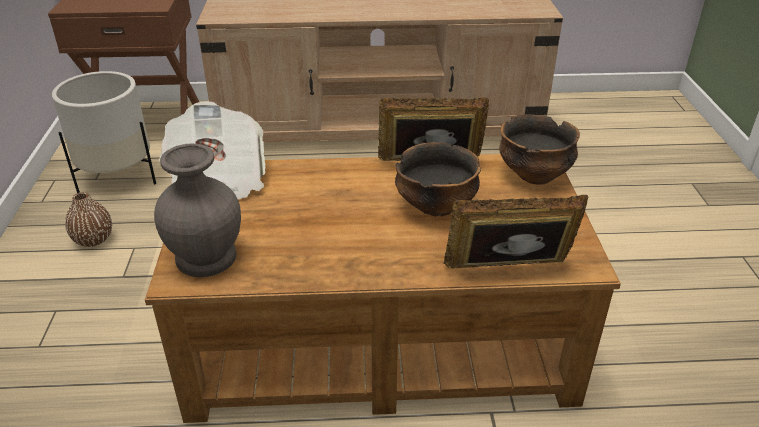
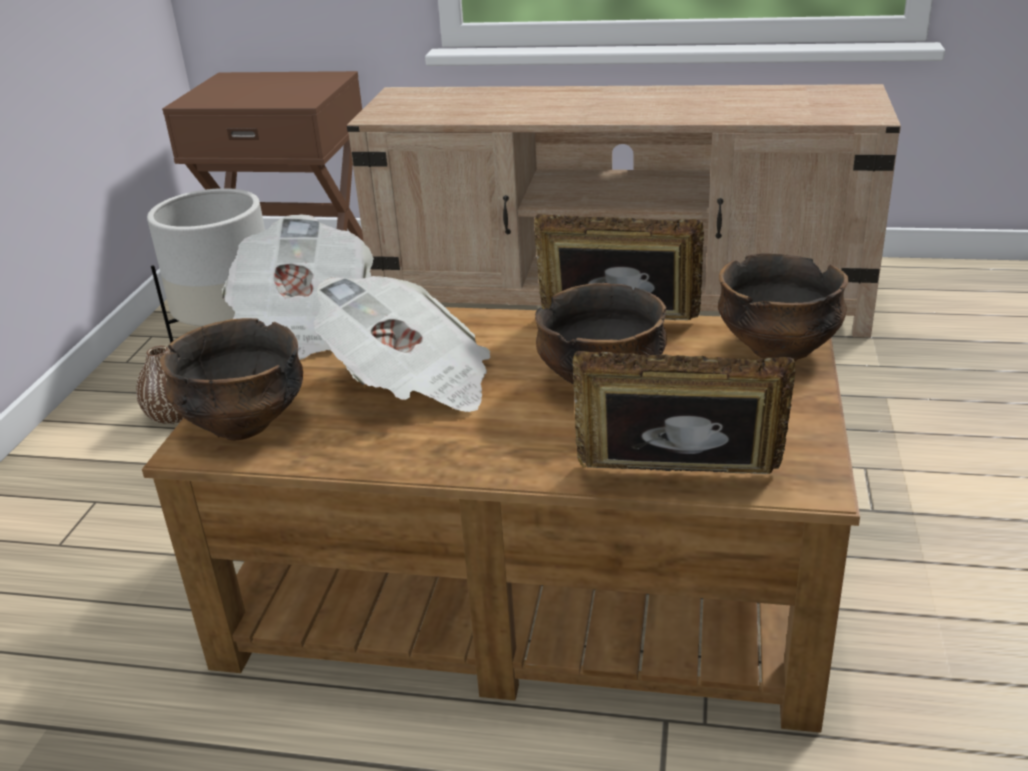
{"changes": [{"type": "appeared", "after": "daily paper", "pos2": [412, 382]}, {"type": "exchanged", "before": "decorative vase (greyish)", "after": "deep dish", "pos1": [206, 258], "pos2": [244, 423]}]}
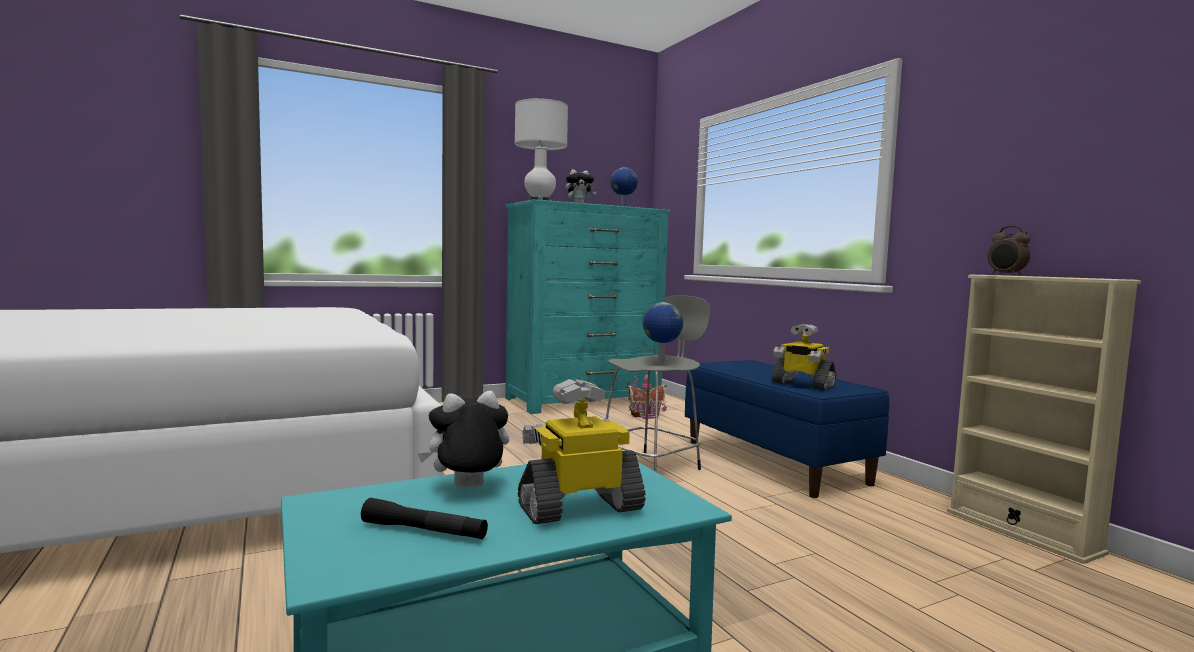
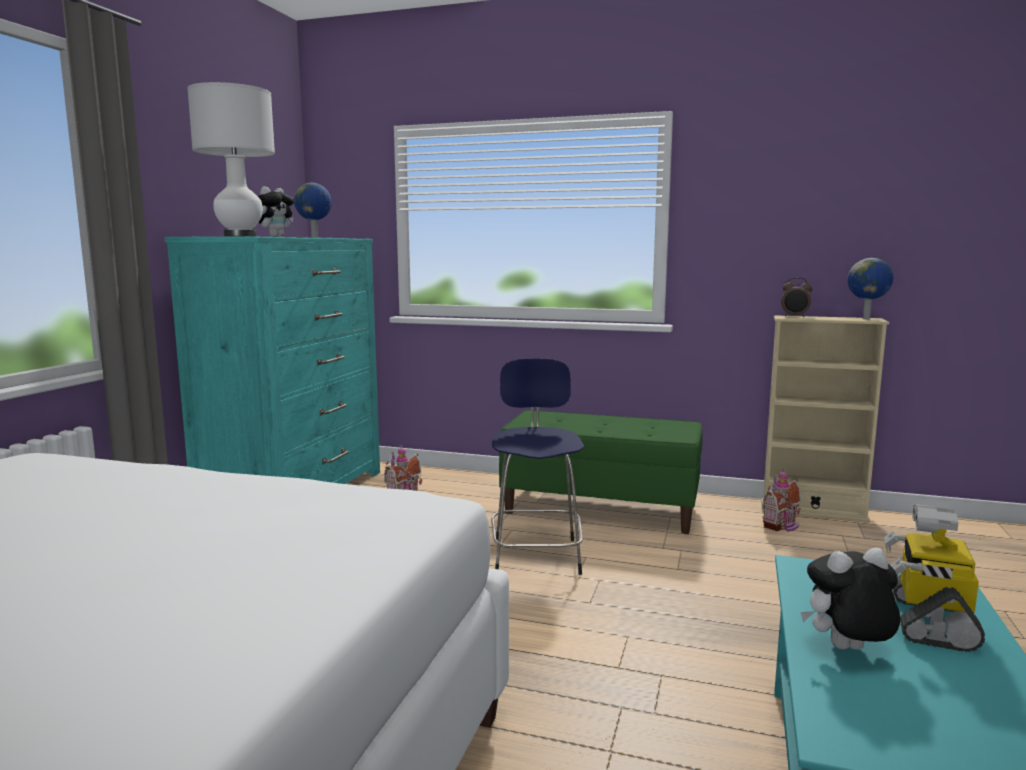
{"changes": [{"type": "missing", "before": "hand torch (blackish)", "pos1": [424, 531]}, {"type": "missing", "before": "model robot", "pos1": [802, 384]}, {"type": "appeared", "after": "toy house", "pos2": [783, 526]}, {"type": "relocated", "before": "world globe", "pos1": [661, 361], "pos2": [867, 318]}, {"type": "colour", "before": "stool seat (greyish)", "after": "stool seat (blue-coloured)", "pos1": [652, 467], "pos2": [536, 554]}, {"type": "colour", "before": "indoor bench (blue-coloured)", "after": "indoor bench (greenish)", "pos1": [775, 461], "pos2": [601, 509]}, {"type": "spun", "before": "plush toy", "pos1": [467, 489], "pos2": [847, 651], "turn": 60}]}
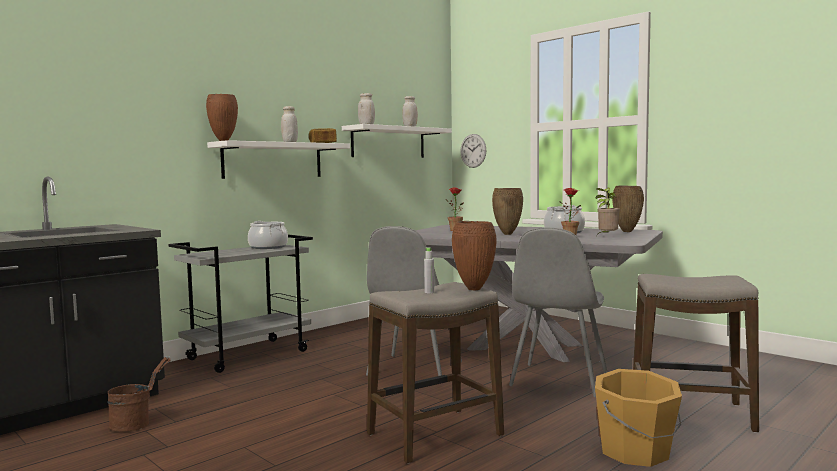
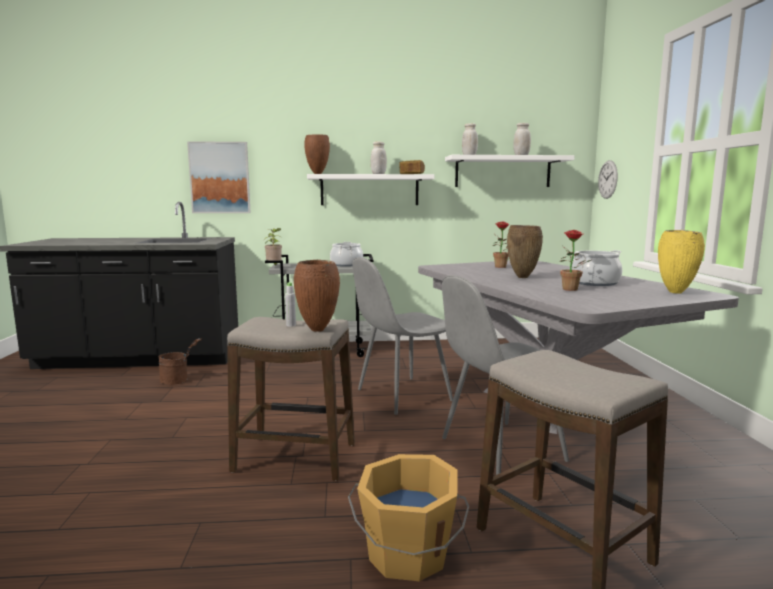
{"changes": [{"type": "appeared", "after": "wall art", "pos2": [220, 178]}, {"type": "relocated", "before": "potted plant", "pos1": [607, 237], "pos2": [274, 267]}, {"type": "colour", "before": "decorative vase (brown)", "after": "decorative vase (yellow)", "pos1": [628, 231], "pos2": [676, 292]}]}
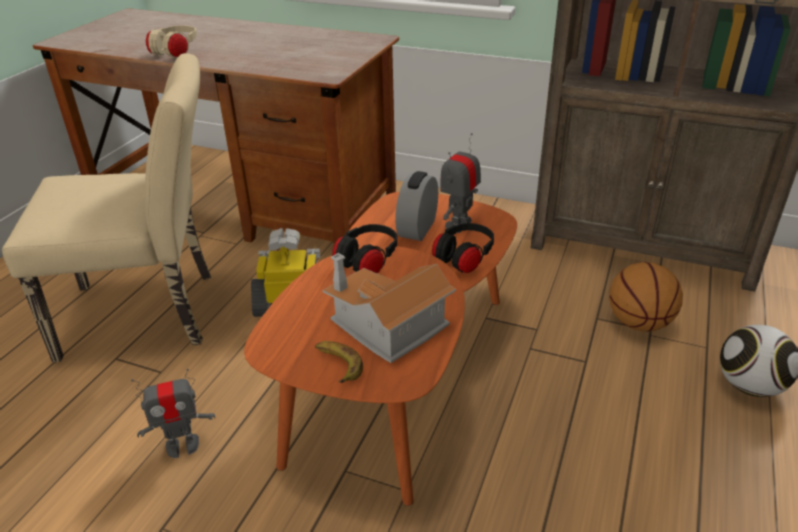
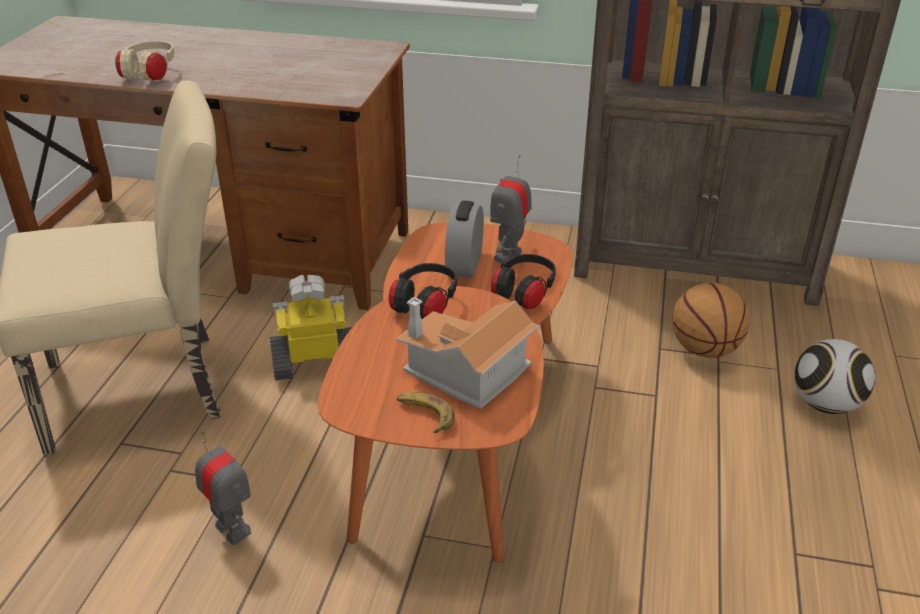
{"changes": [{"type": "spun", "before": "model robot", "pos1": [182, 445], "pos2": [232, 530], "turn": -105}]}
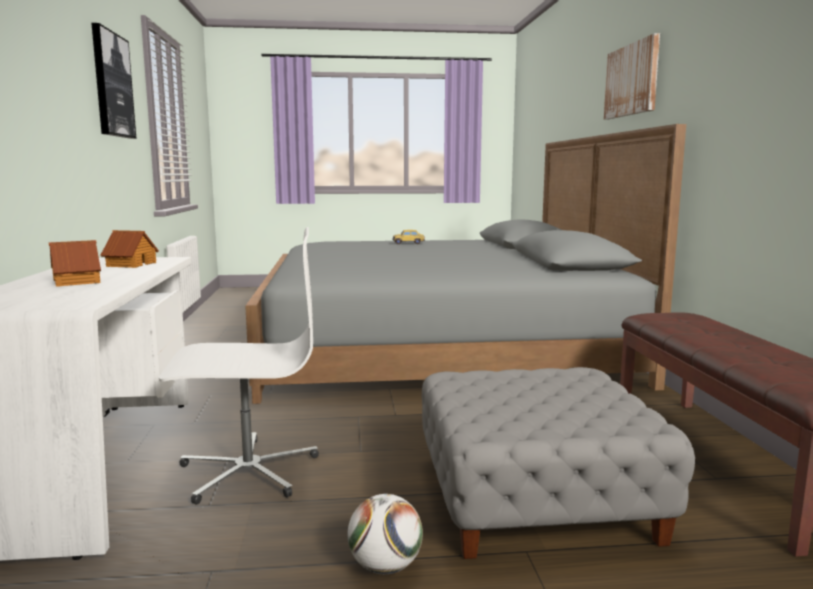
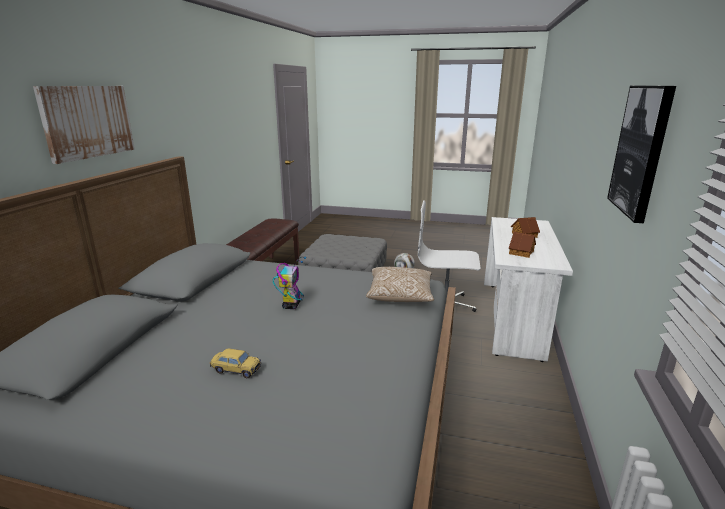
{"changes": [{"type": "appeared", "after": "model robot", "pos2": [291, 305]}, {"type": "appeared", "after": "pillow", "pos2": [400, 296]}]}
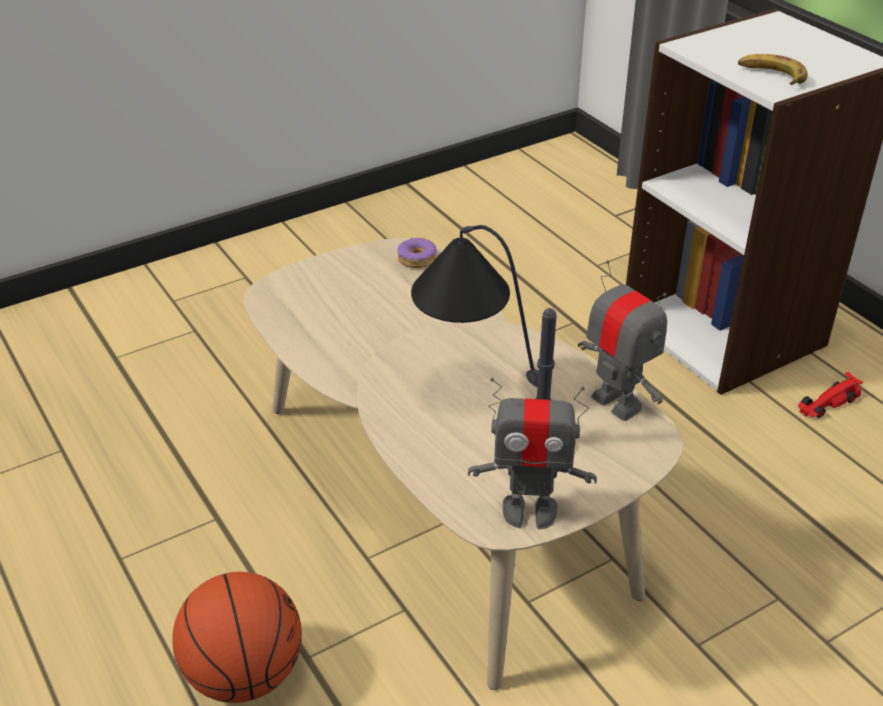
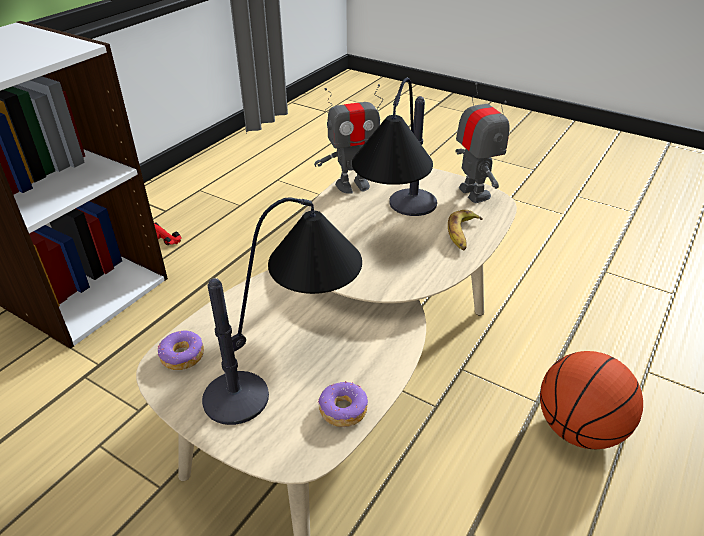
{"changes": [{"type": "appeared", "after": "lamp for a table", "pos2": [290, 364]}, {"type": "appeared", "after": "doughnut", "pos2": [342, 410]}, {"type": "relocated", "before": "banana fruit", "pos1": [771, 75], "pos2": [463, 235]}, {"type": "spun", "before": "model robot", "pos1": [616, 403], "pos2": [353, 185], "turn": -135}]}
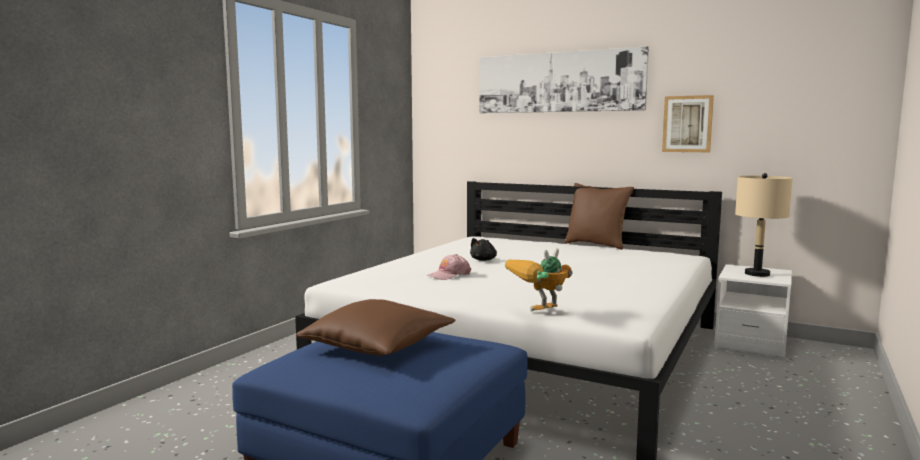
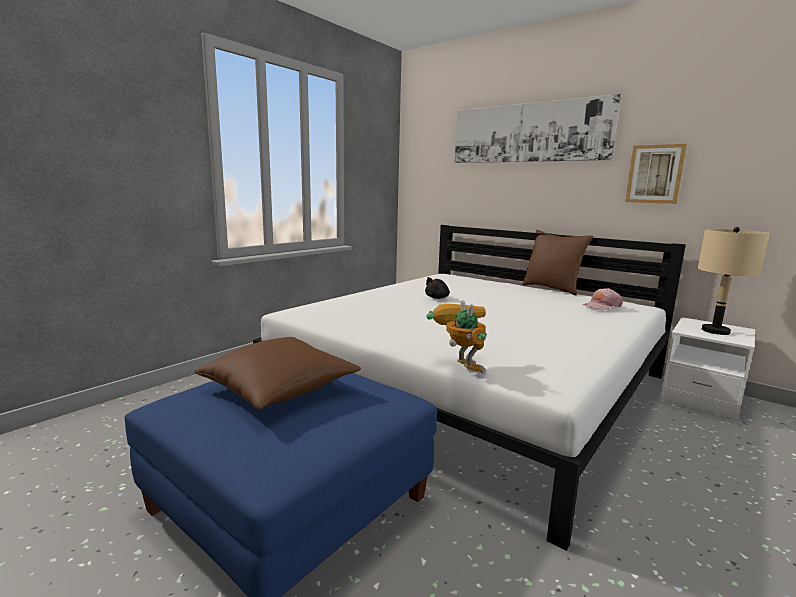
{"changes": [{"type": "relocated", "before": "cap (pink)", "pos1": [449, 275], "pos2": [601, 306]}, {"type": "spun", "before": "model robot", "pos1": [539, 314], "pos2": [459, 366], "turn": 90}]}
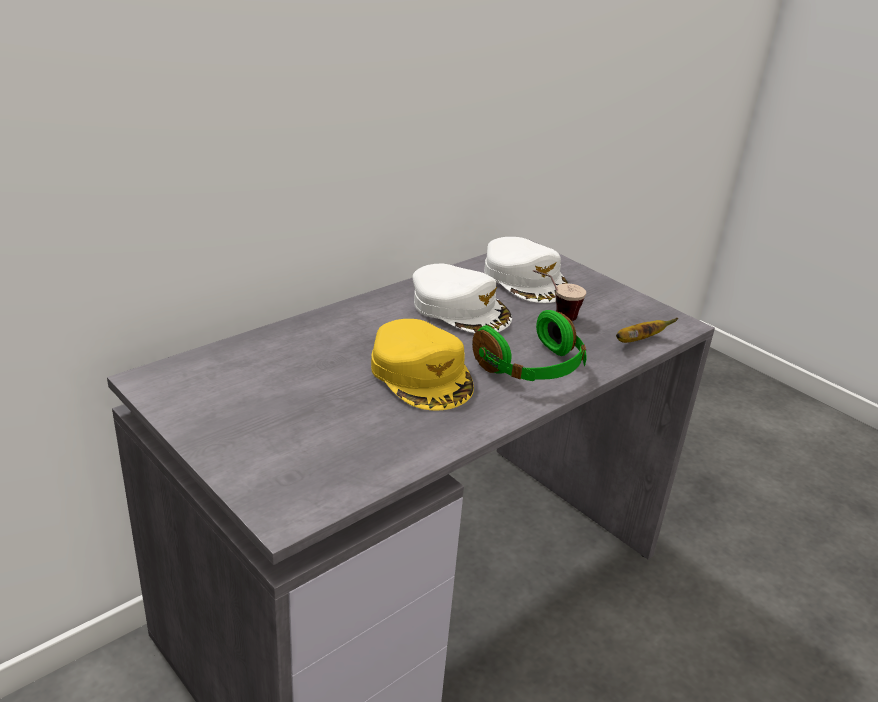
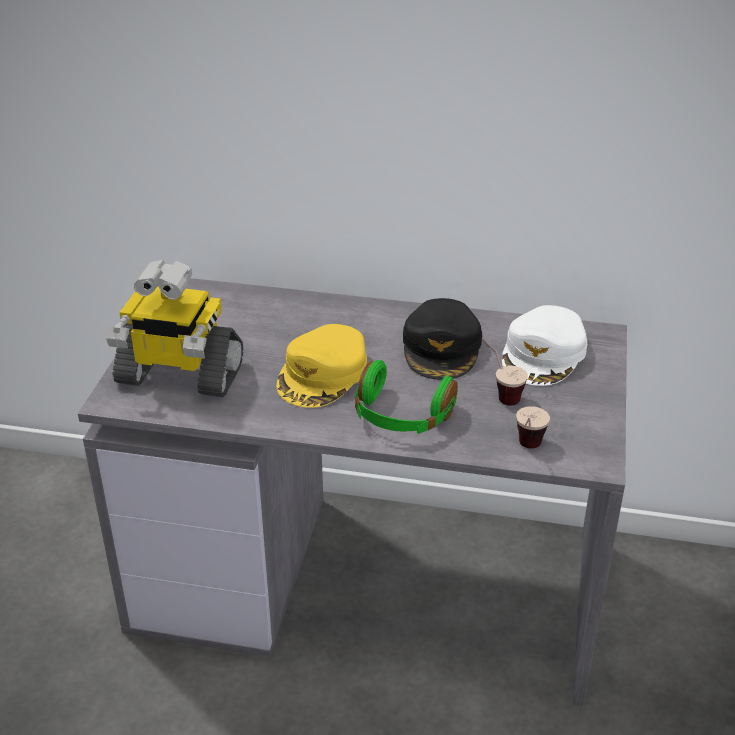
{"changes": [{"type": "appeared", "after": "model robot", "pos2": [178, 375]}, {"type": "exchanged", "before": "banana fruit", "after": "small cup", "pos1": [638, 340], "pos2": [527, 450]}, {"type": "colour", "before": "cap (whitish)", "after": "cap (blackish)", "pos1": [460, 308], "pos2": [442, 348]}]}
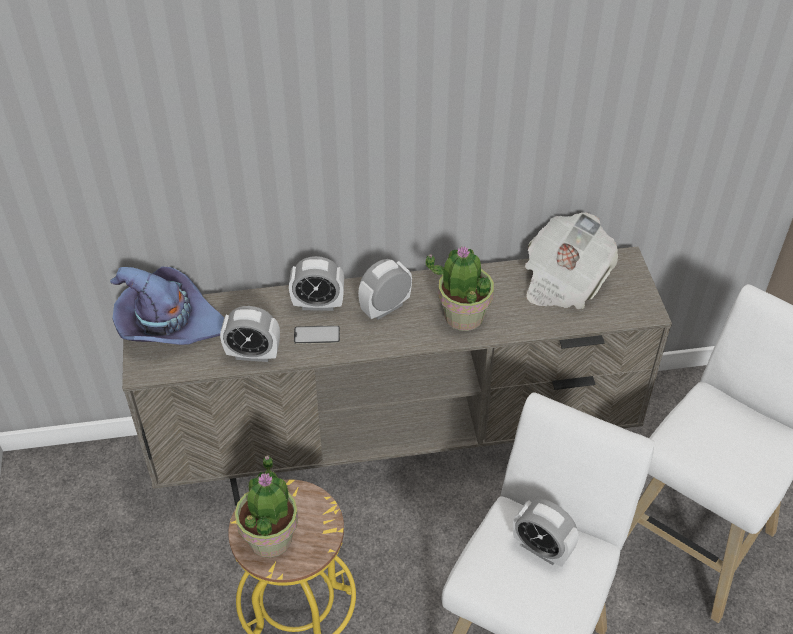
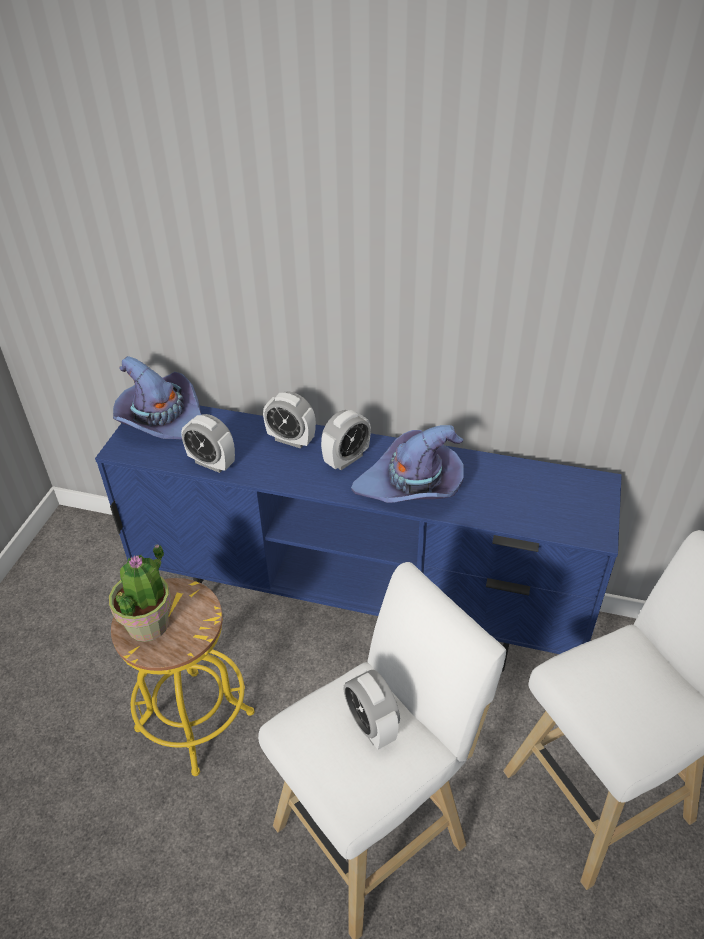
{"changes": [{"type": "missing", "before": "telephone", "pos1": [317, 335]}, {"type": "missing", "before": "daily paper", "pos1": [563, 280]}, {"type": "exchanged", "before": "potted plant", "after": "wearable hat (purple-coloured)", "pos1": [463, 315], "pos2": [412, 485]}, {"type": "colour", "before": "tv stand (sand-coloured)", "after": "tv stand (blue-coloured)", "pos1": [398, 448], "pos2": [358, 606]}, {"type": "spun", "before": "bedside clock", "pos1": [385, 308], "pos2": [346, 459], "turn": 150}]}
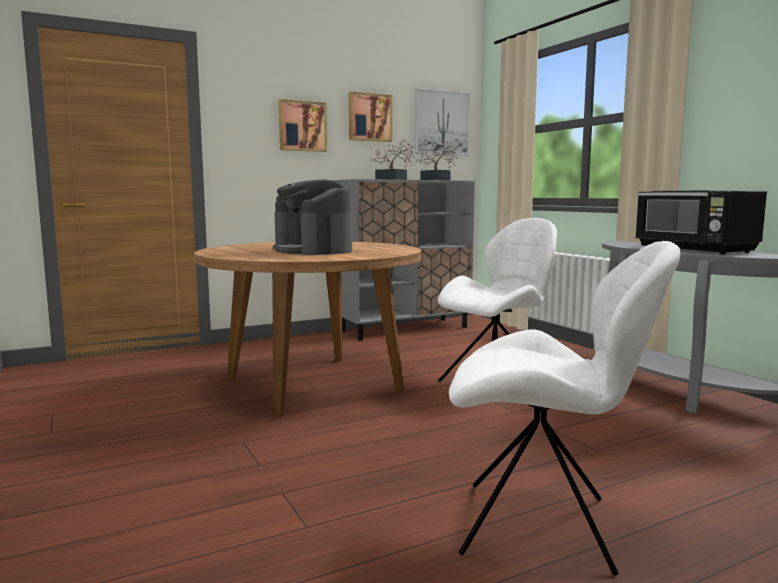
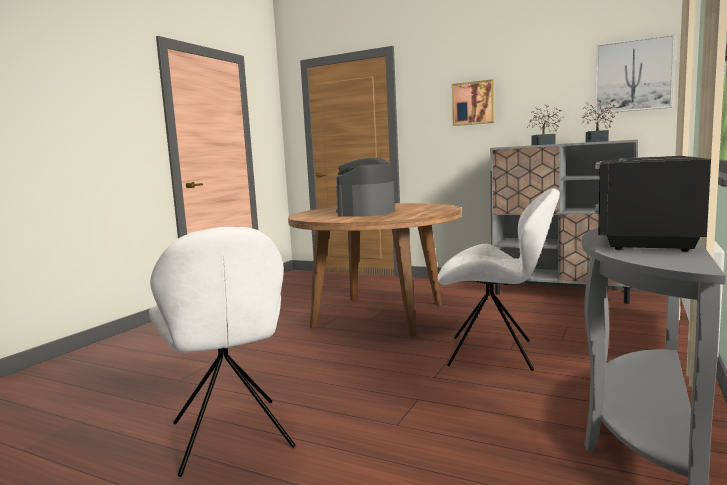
{"changes": [{"type": "missing", "before": "wall art", "pos1": [369, 117]}]}
